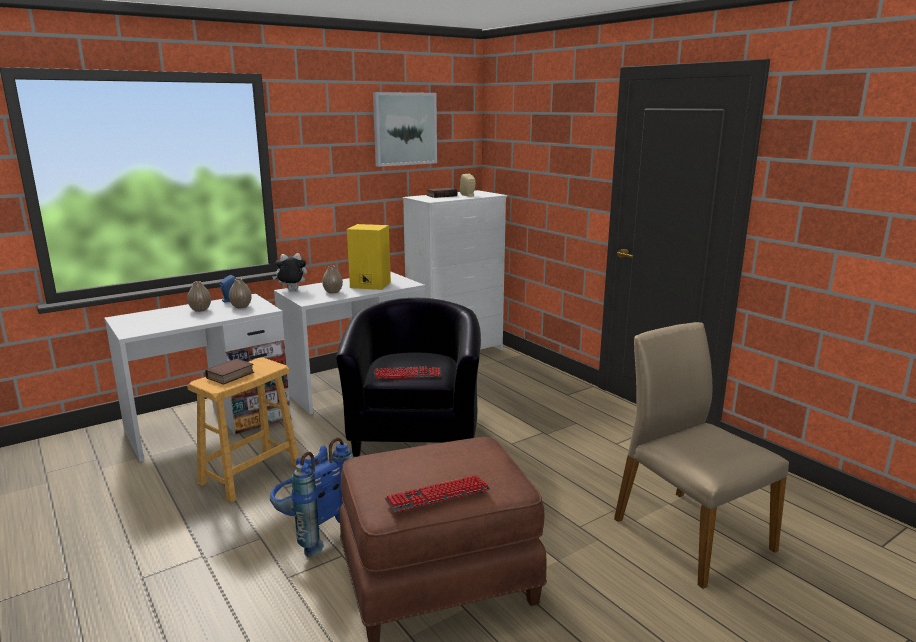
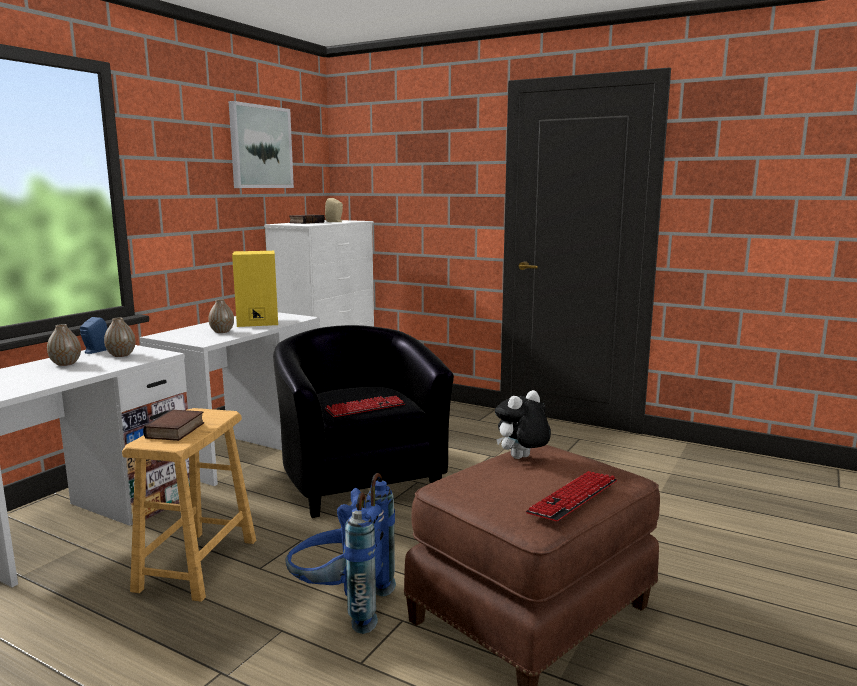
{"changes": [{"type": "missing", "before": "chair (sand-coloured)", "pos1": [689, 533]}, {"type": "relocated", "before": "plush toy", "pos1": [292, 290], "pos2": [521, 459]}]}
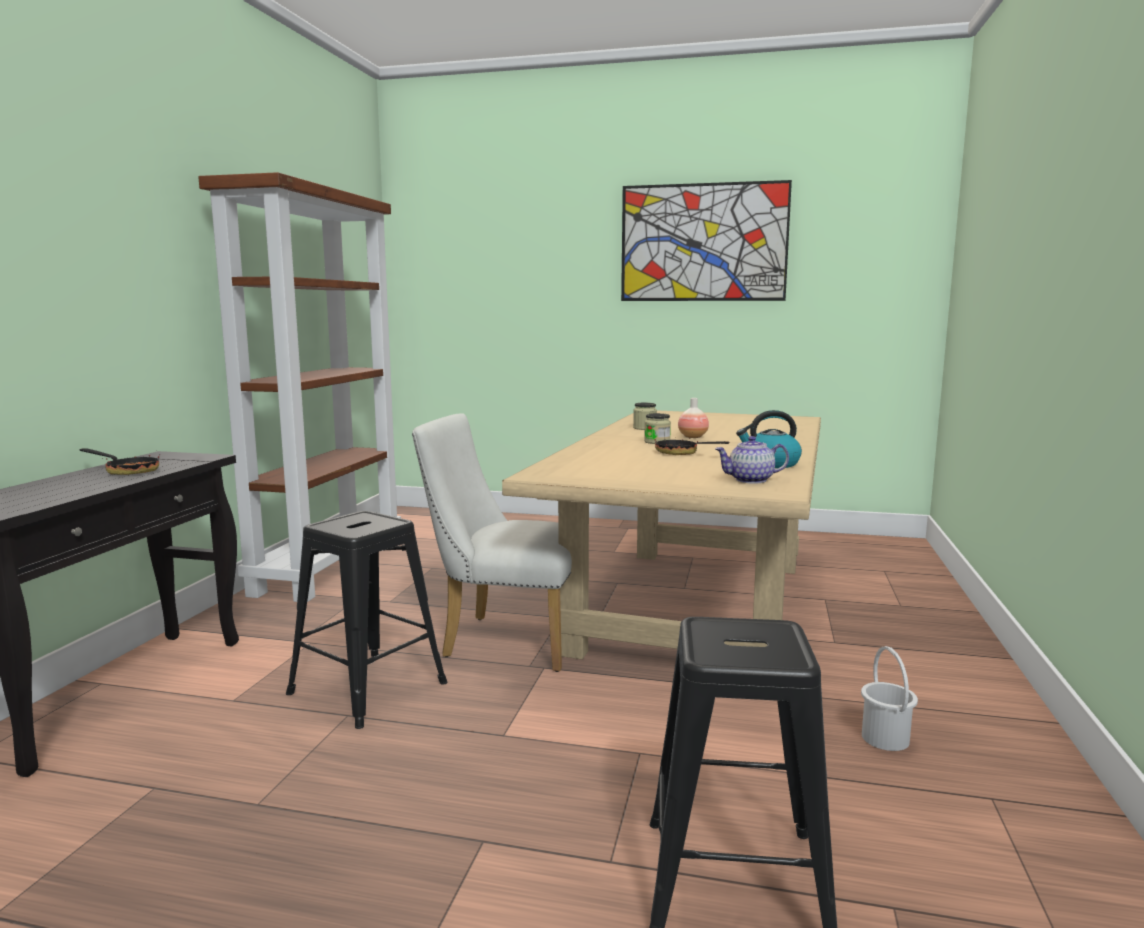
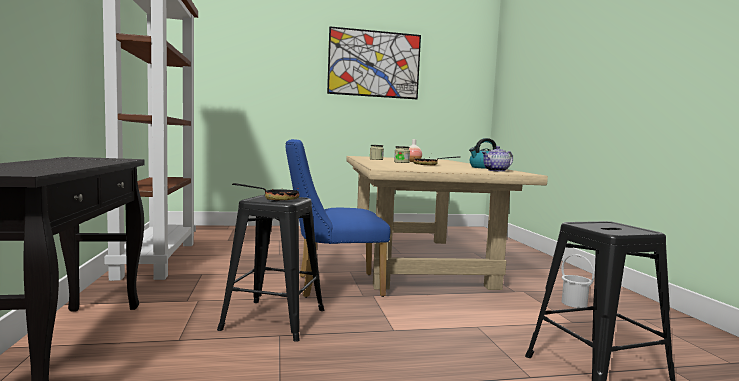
{"changes": [{"type": "relocated", "before": "frying pan", "pos1": [127, 471], "pos2": [275, 199]}, {"type": "colour", "before": "chair (whitish)", "after": "chair (blue-coloured)", "pos1": [504, 641], "pos2": [332, 285]}]}
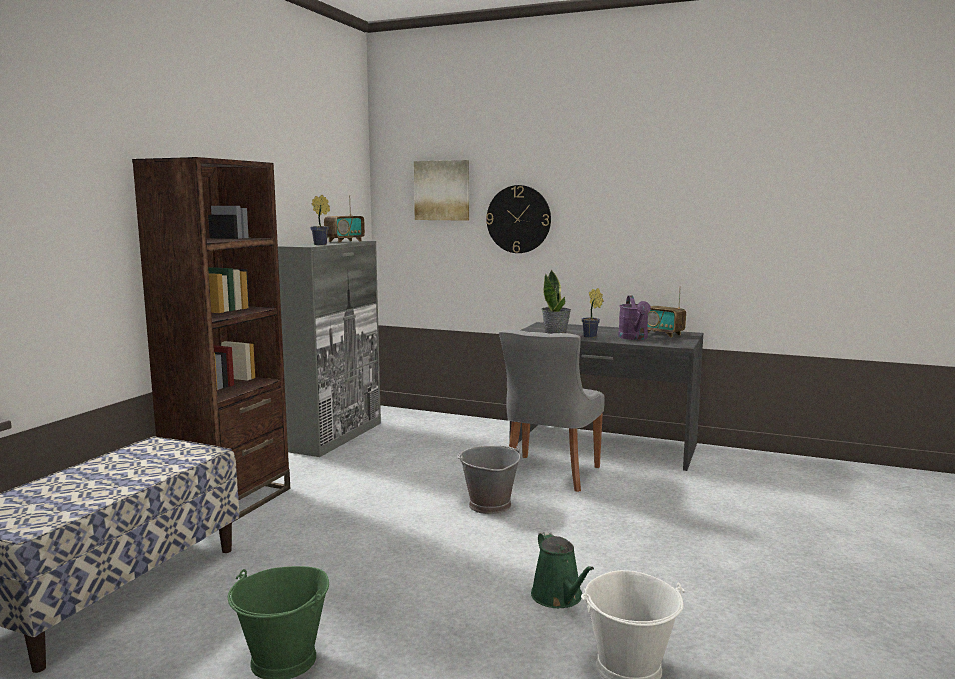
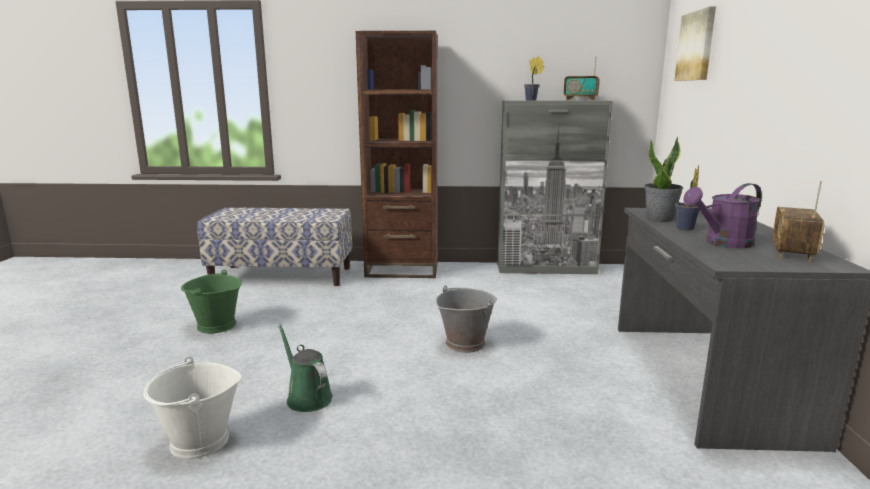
{"changes": [{"type": "missing", "before": "clock on the wall", "pos1": [518, 219]}, {"type": "missing", "before": "chair (greyish)", "pos1": [549, 474]}, {"type": "spun", "before": "watering pot (greenish)", "pos1": [559, 597], "pos2": [307, 397], "turn": 90}]}
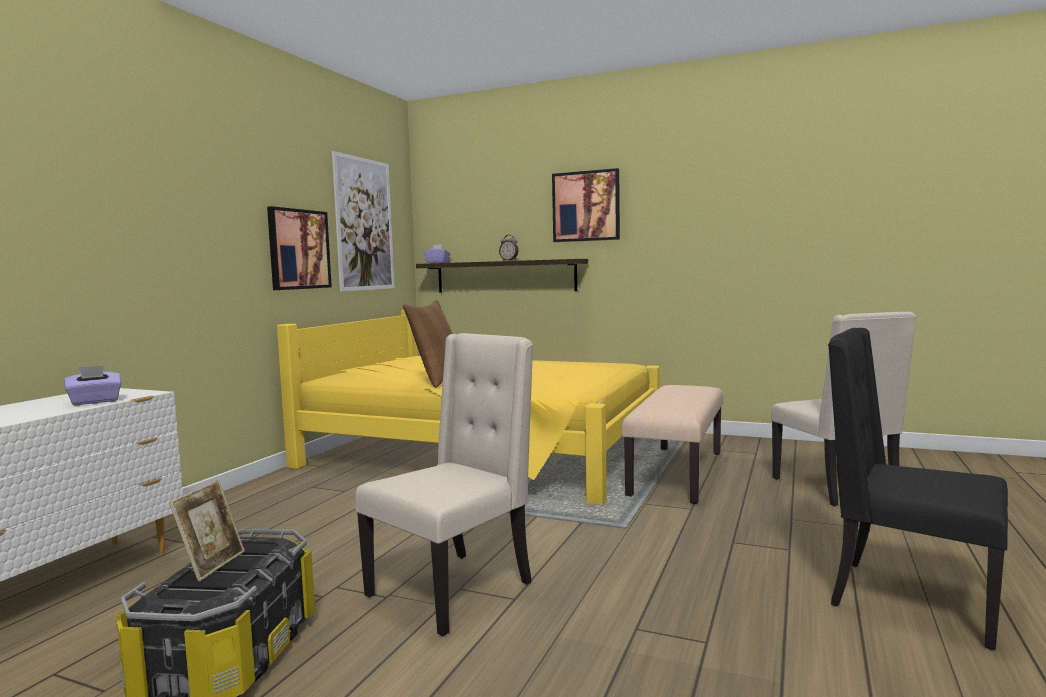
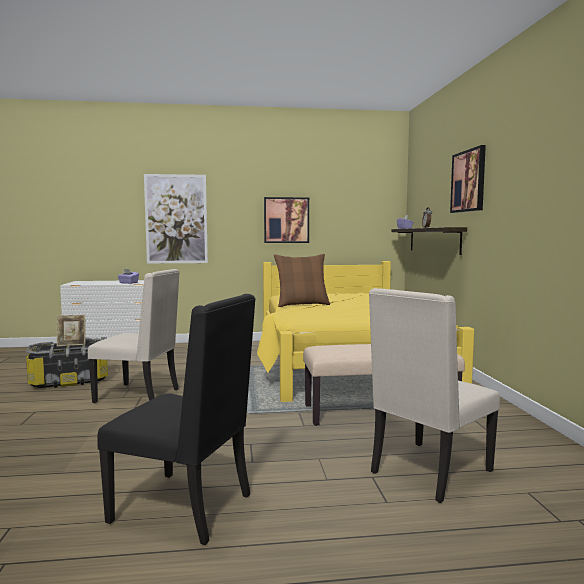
{"changes": [{"type": "relocated", "before": "wall art", "pos1": [364, 224], "pos2": [176, 219]}, {"type": "spun", "before": "chair (blackish)", "pos1": [909, 599], "pos2": [186, 508], "turn": 105}]}
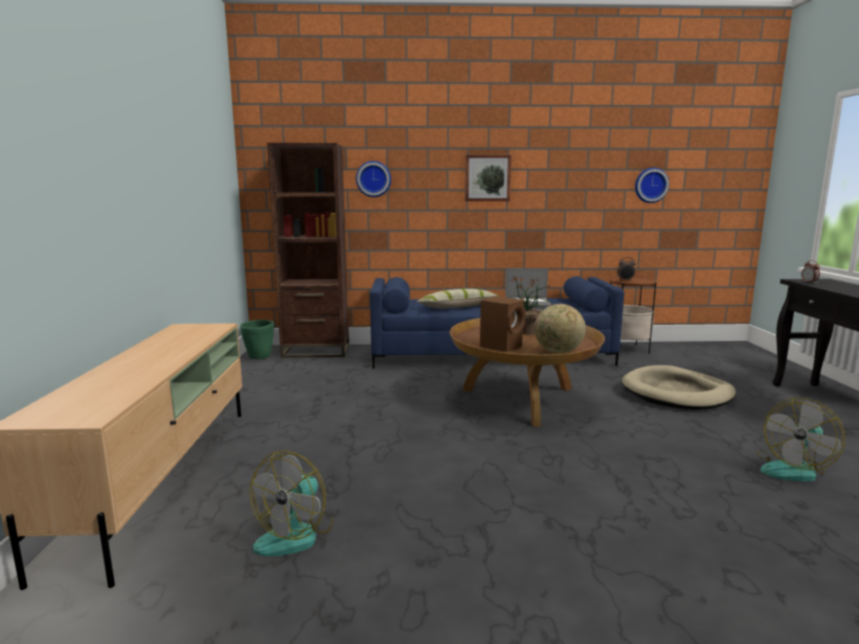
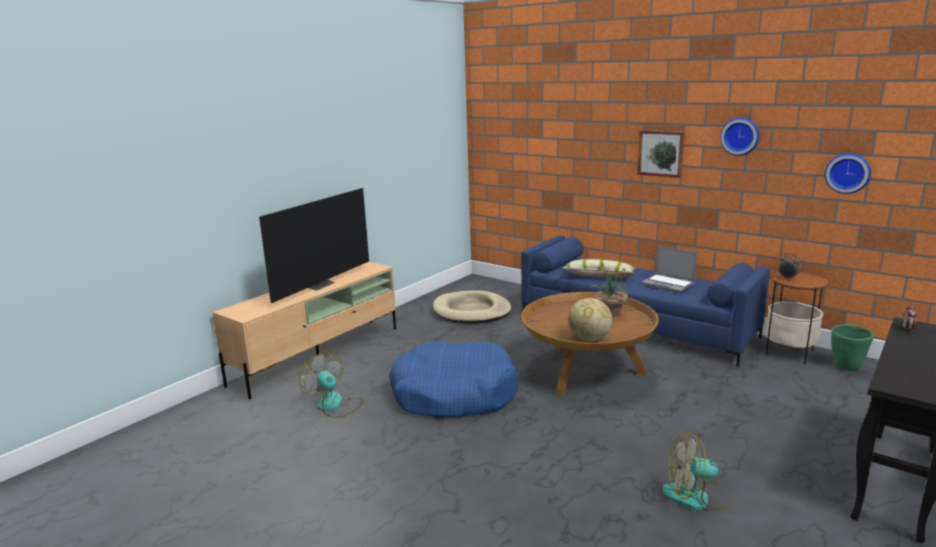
{"changes": [{"type": "missing", "before": "shelving unit (brown)", "pos1": [316, 351]}, {"type": "missing", "before": "speaker (brown)", "pos1": [502, 346]}, {"type": "appeared", "after": "television", "pos2": [319, 285]}, {"type": "appeared", "after": "dog cushion (blue-coloured)", "pos2": [454, 394]}, {"type": "relocated", "before": "planter (greenish)", "pos1": [259, 357], "pos2": [846, 367]}, {"type": "relocated", "before": "clock on the wall", "pos1": [373, 179], "pos2": [740, 136]}, {"type": "relocated", "before": "dog cushion (sand-coloured)", "pos1": [677, 393], "pos2": [471, 311]}, {"type": "spun", "before": "electric fan", "pos1": [296, 534], "pos2": [334, 406], "turn": 75}]}
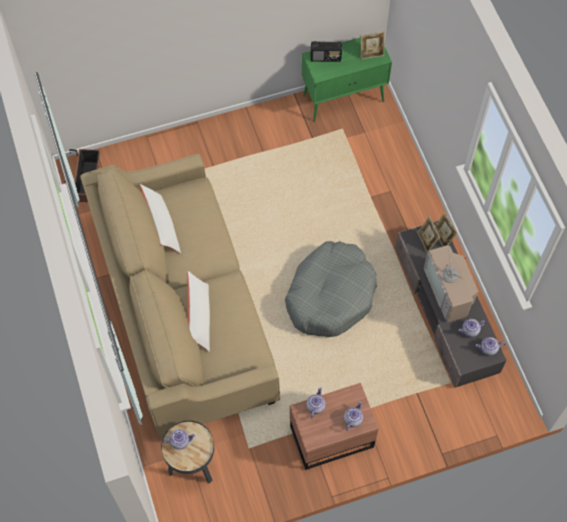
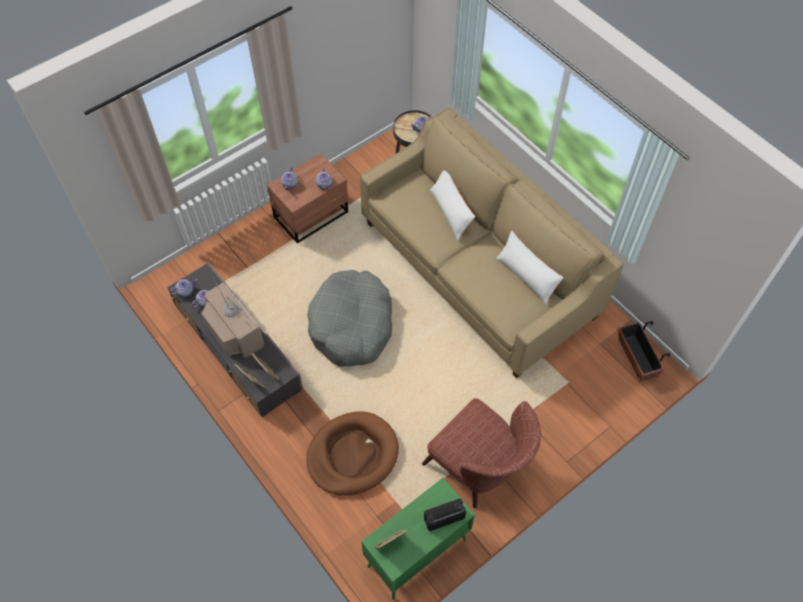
{"changes": [{"type": "appeared", "after": "dog cushion (brown)", "pos2": [352, 455]}, {"type": "appeared", "after": "lounge chair (brown)", "pos2": [479, 468]}]}
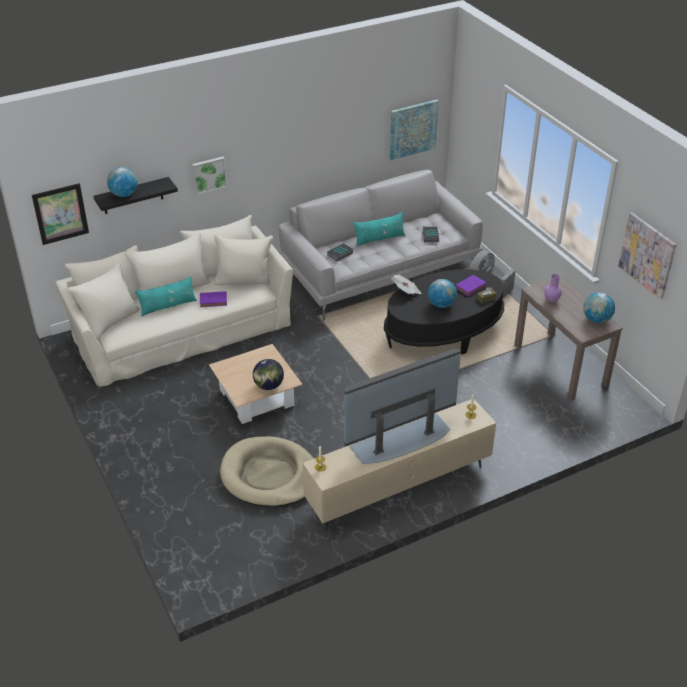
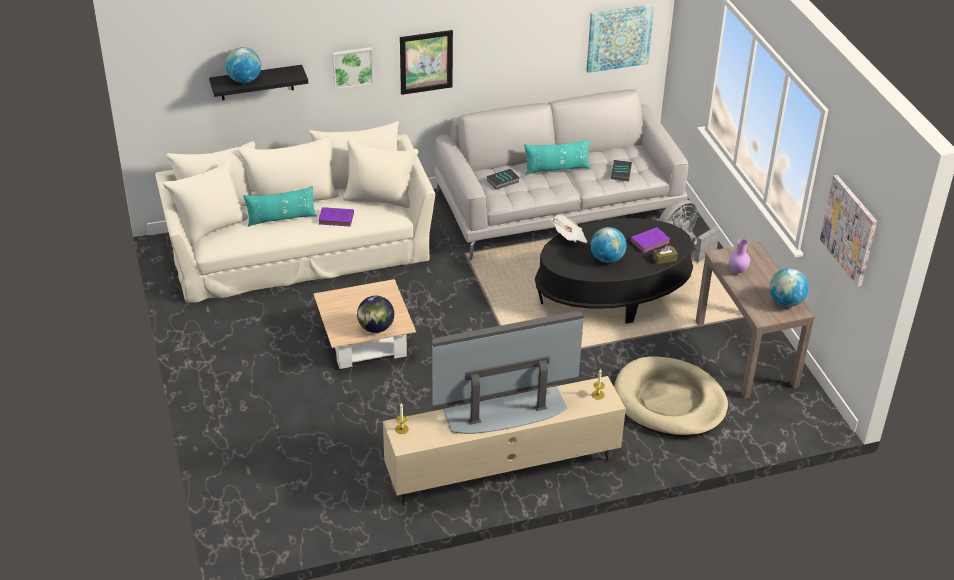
{"changes": [{"type": "relocated", "before": "wall art", "pos1": [60, 214], "pos2": [426, 62]}, {"type": "relocated", "before": "dog cushion (sand-coloured)", "pos1": [269, 475], "pos2": [669, 401]}]}
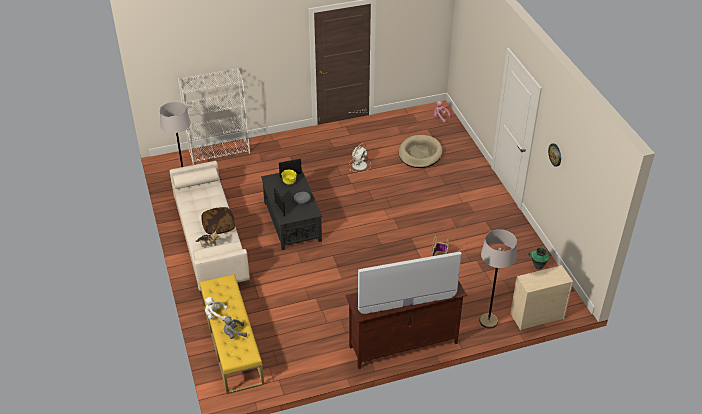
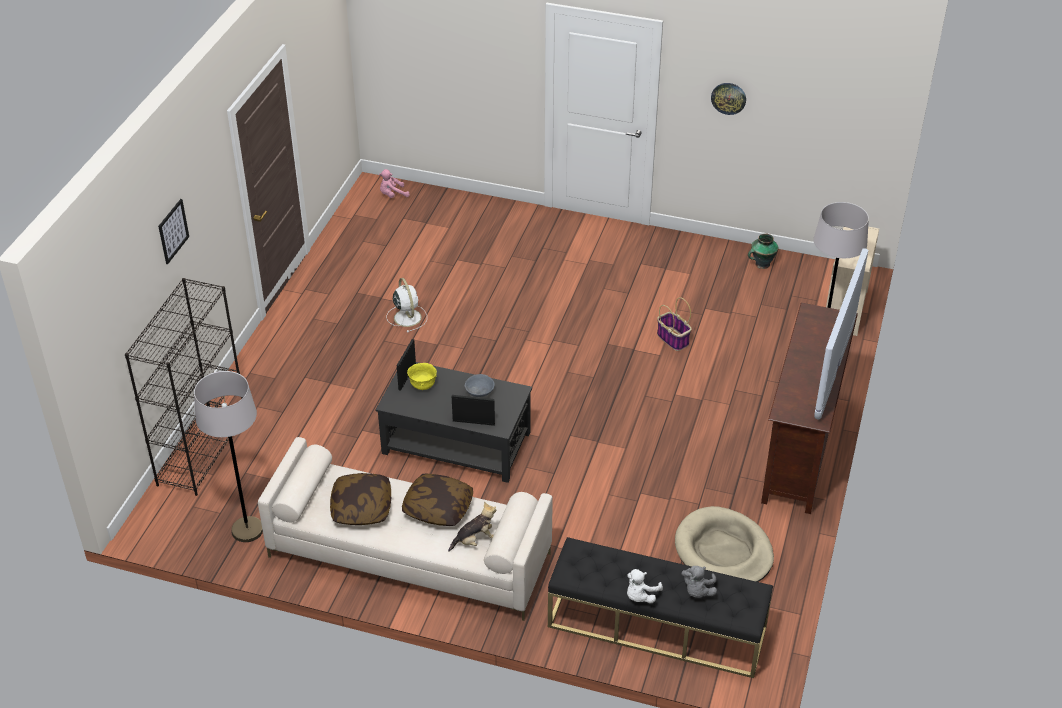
{"changes": [{"type": "appeared", "after": "wall art", "pos2": [173, 231]}, {"type": "appeared", "after": "pillow", "pos2": [362, 508]}, {"type": "relocated", "before": "dog cushion (sand-coloured)", "pos1": [420, 154], "pos2": [723, 551]}, {"type": "colour", "before": "shelving unit (whitish)", "after": "shelving unit (blackish)", "pos1": [219, 152], "pos2": [202, 450]}, {"type": "colour", "before": "indoor bench (yellow)", "after": "indoor bench (blackish)", "pos1": [232, 343], "pos2": [656, 627]}]}
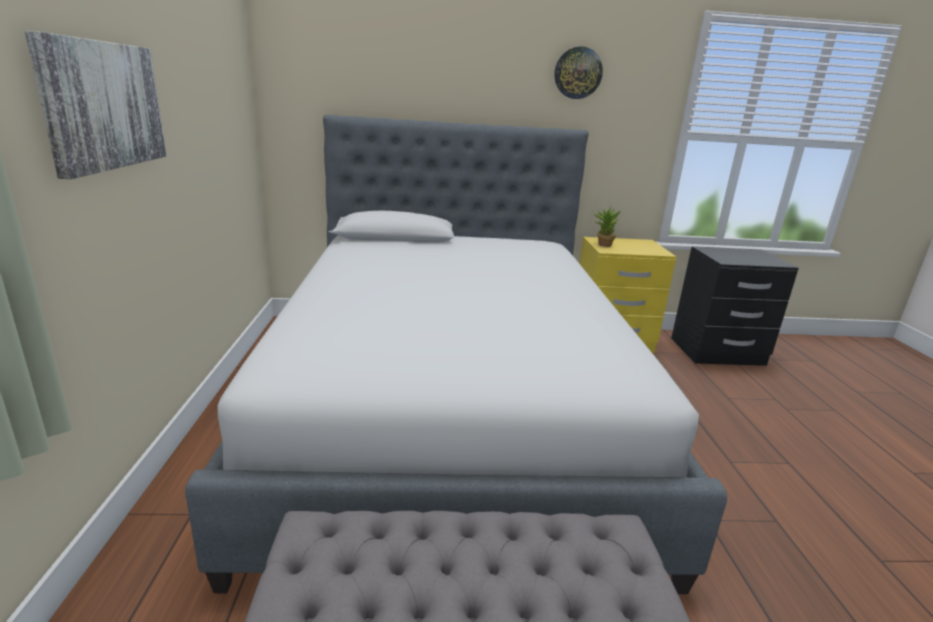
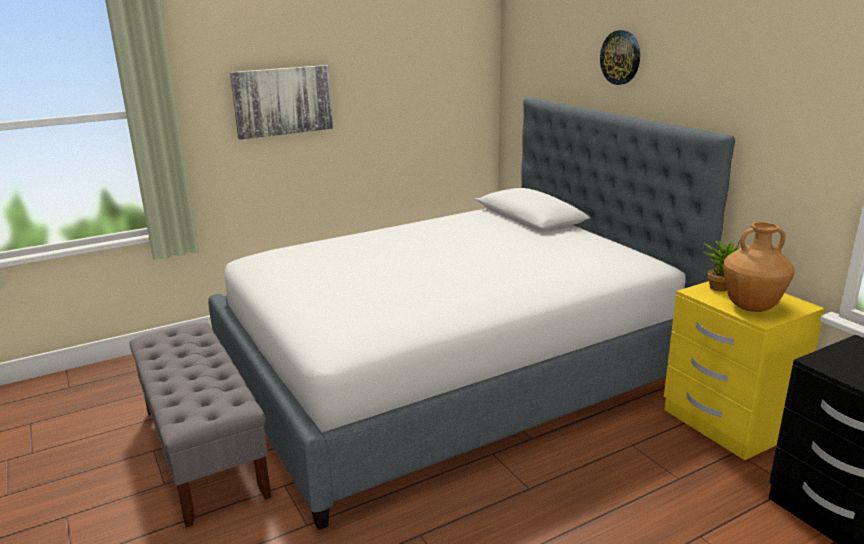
{"changes": [{"type": "appeared", "after": "decorative vase (brown)", "pos2": [750, 307]}, {"type": "relocated", "before": "clock on the wall", "pos1": [578, 73], "pos2": [620, 57]}]}
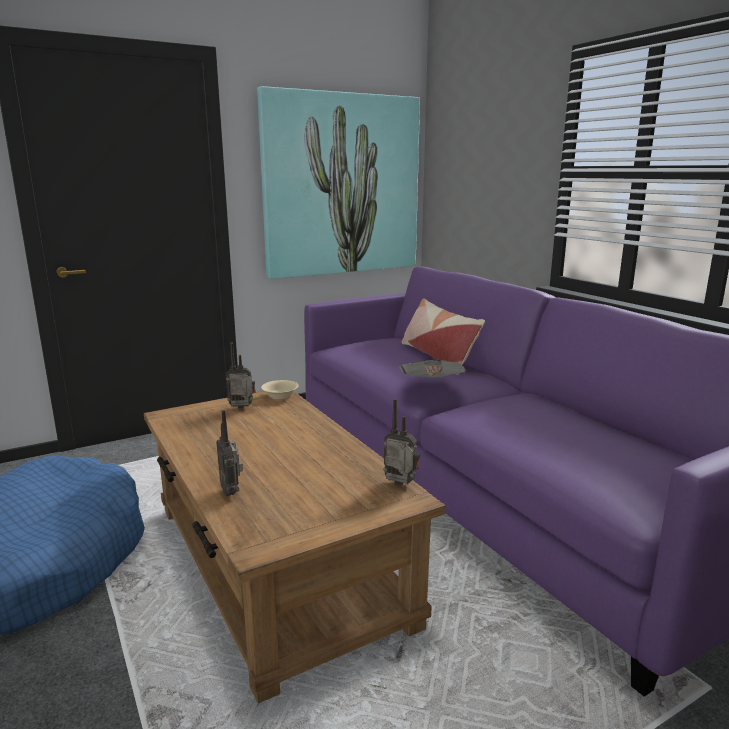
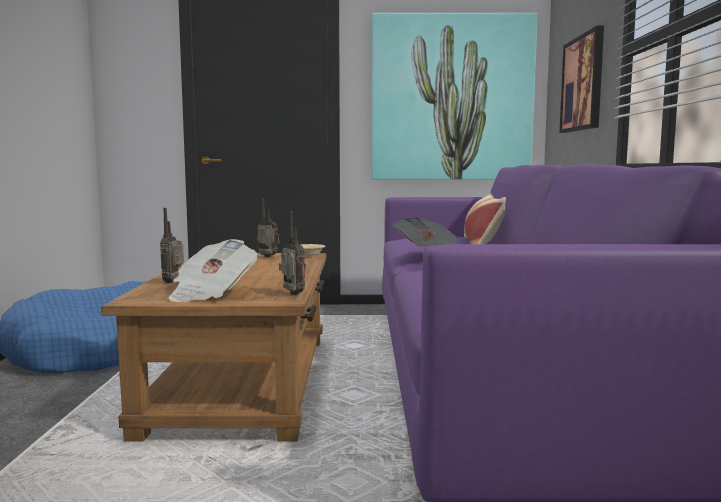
{"changes": [{"type": "appeared", "after": "daily paper", "pos2": [211, 294]}, {"type": "appeared", "after": "wall art", "pos2": [583, 83]}]}
